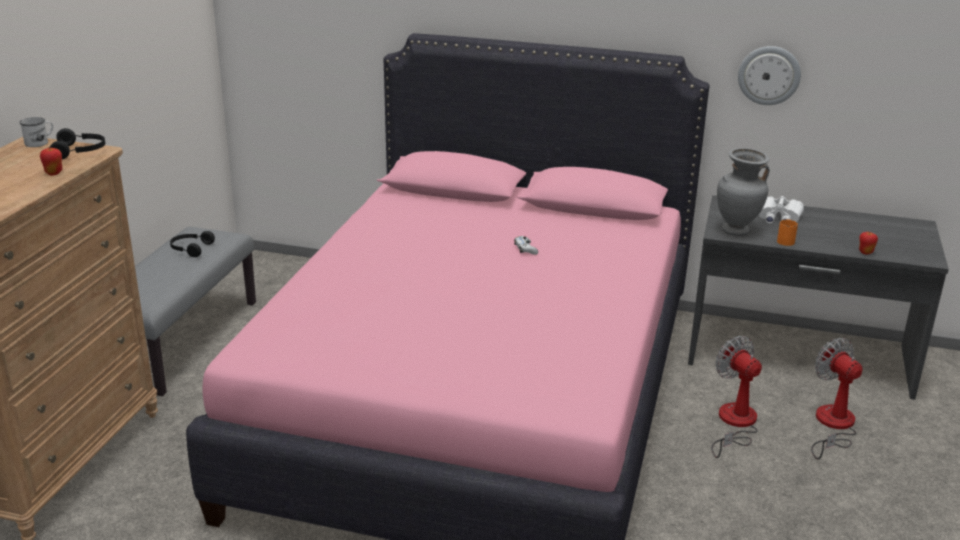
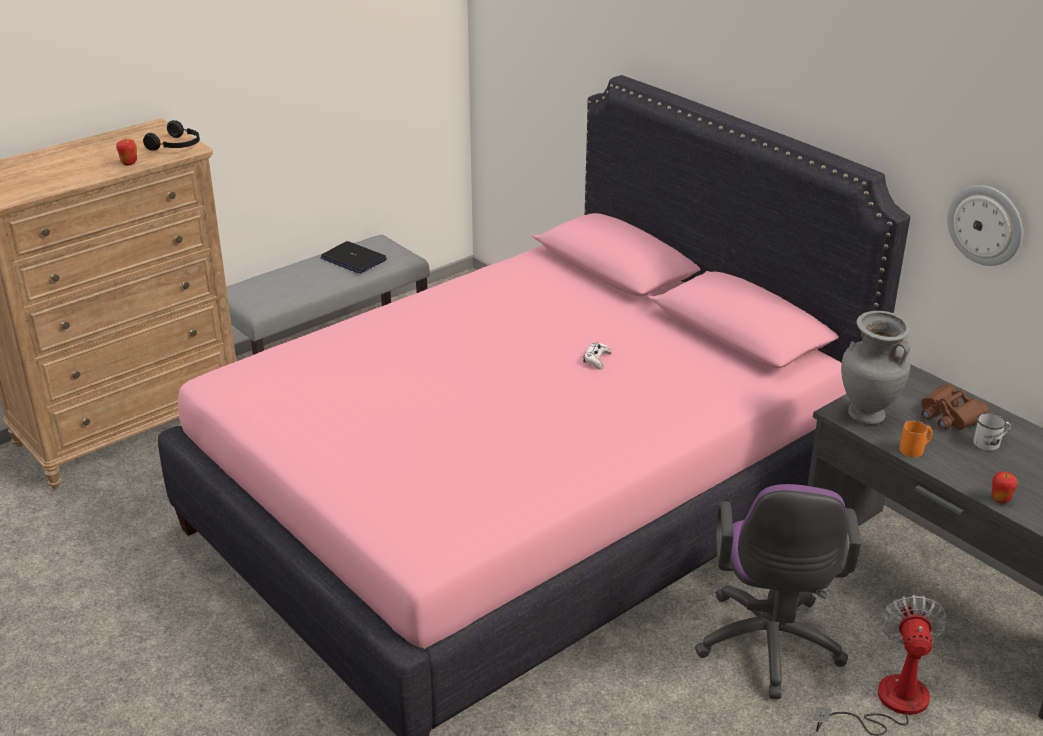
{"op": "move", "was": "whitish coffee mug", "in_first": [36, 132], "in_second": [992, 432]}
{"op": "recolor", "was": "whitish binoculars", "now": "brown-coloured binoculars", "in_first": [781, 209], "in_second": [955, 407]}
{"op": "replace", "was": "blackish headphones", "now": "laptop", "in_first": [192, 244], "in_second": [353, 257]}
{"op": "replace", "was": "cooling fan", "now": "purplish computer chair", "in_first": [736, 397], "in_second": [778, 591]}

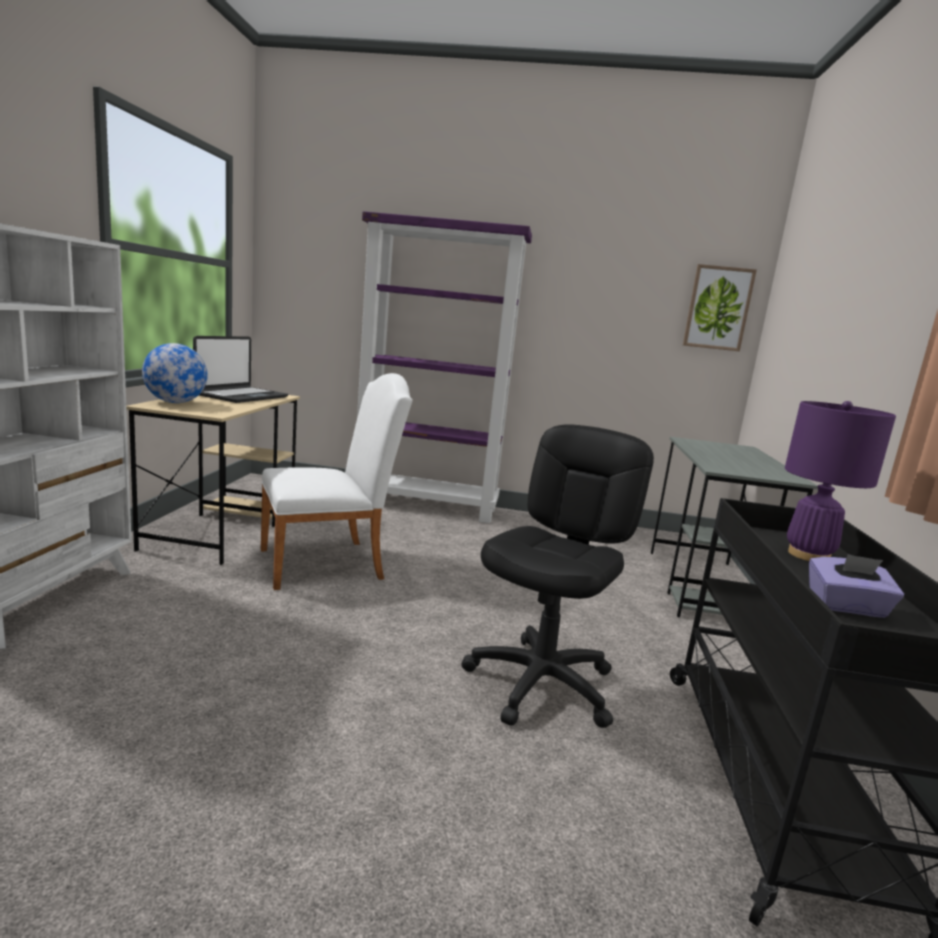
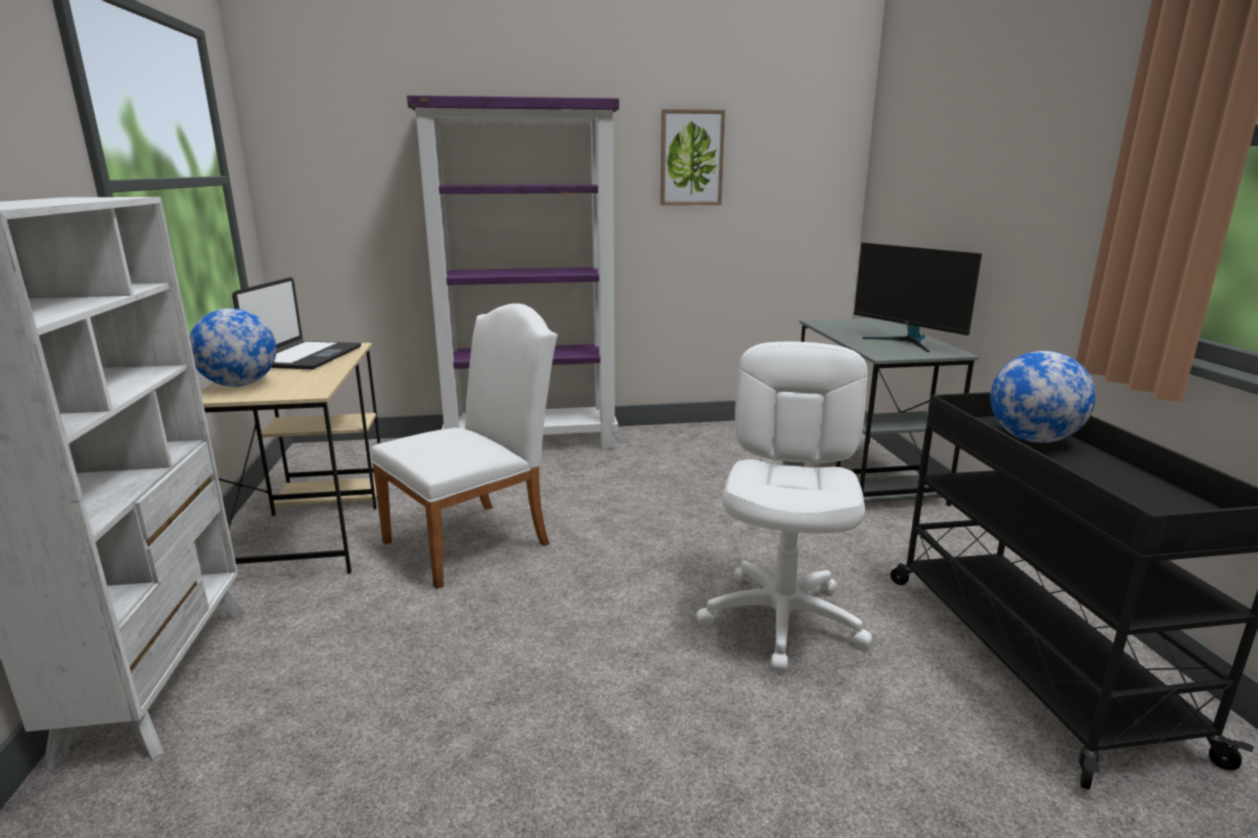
{"op": "move", "was": "wall picture", "in_first": [720, 307], "in_second": [692, 157]}
{"op": "replace", "was": "purplish table lamp", "now": "world globe", "in_first": [840, 481], "in_second": [1043, 397]}
{"op": "recolor", "was": "blackish computer chair", "now": "whitish computer chair", "in_first": [557, 576], "in_second": [784, 507]}
{"op": "delete", "was": "purplish tissue holder", "in_first": [856, 586]}
{"op": "insert", "now": "monitor", "in_second": [918, 297]}

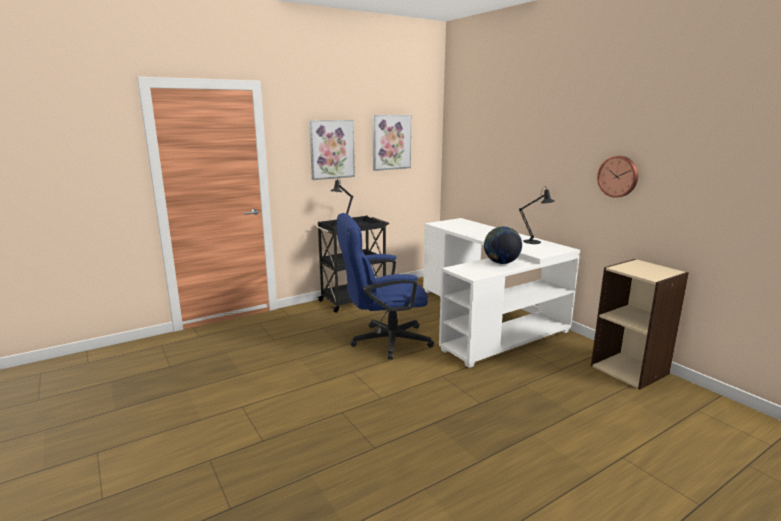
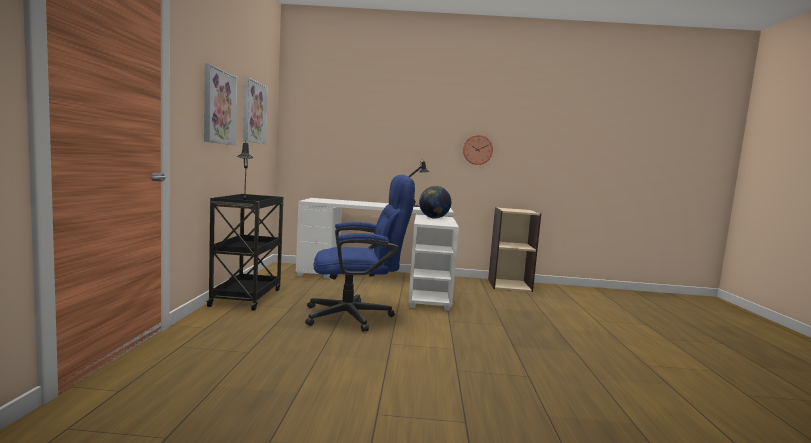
{"op": "rotate", "was": "bluish computer chair", "in_first": [385, 286], "in_second": [360, 253], "clockwise": -120}

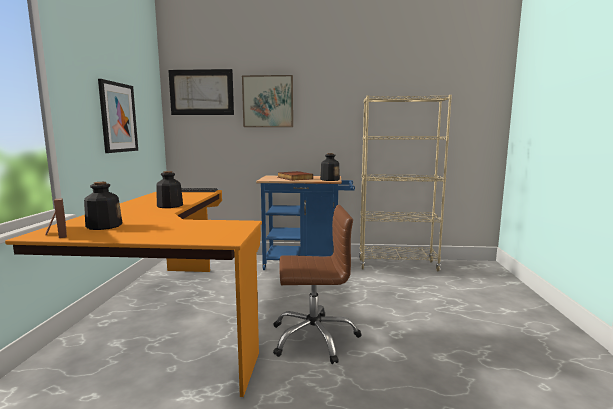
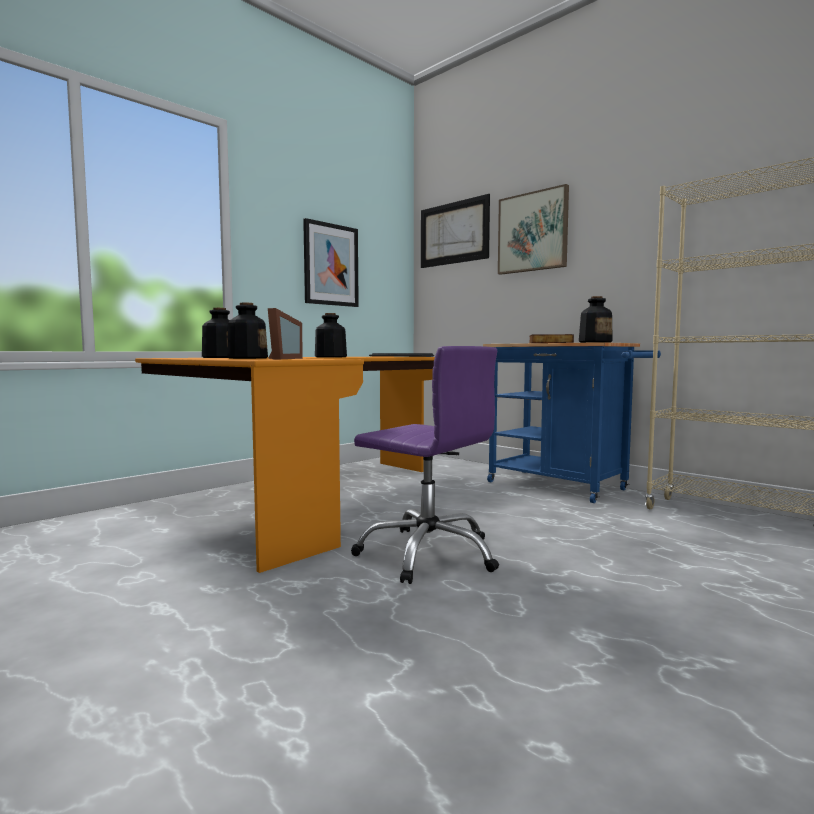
{"op": "move", "was": "picture frame", "in_first": [56, 218], "in_second": [285, 333]}
{"op": "recolor", "was": "brown-coloured computer chair", "now": "purplish computer chair", "in_first": [317, 284], "in_second": [425, 465]}
{"op": "insert", "now": "drink bottle", "in_second": [248, 331]}

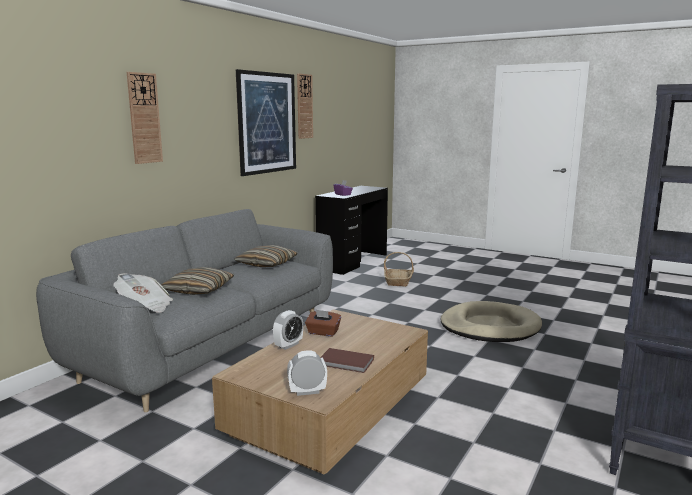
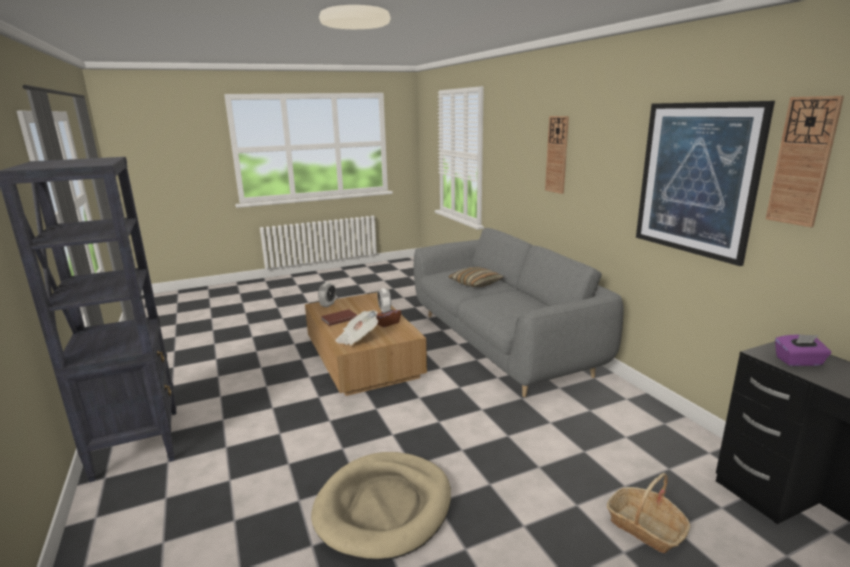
{"op": "delete", "was": "cushion", "in_first": [266, 256]}
{"op": "move", "was": "printed paper", "in_first": [143, 293], "in_second": [356, 328]}

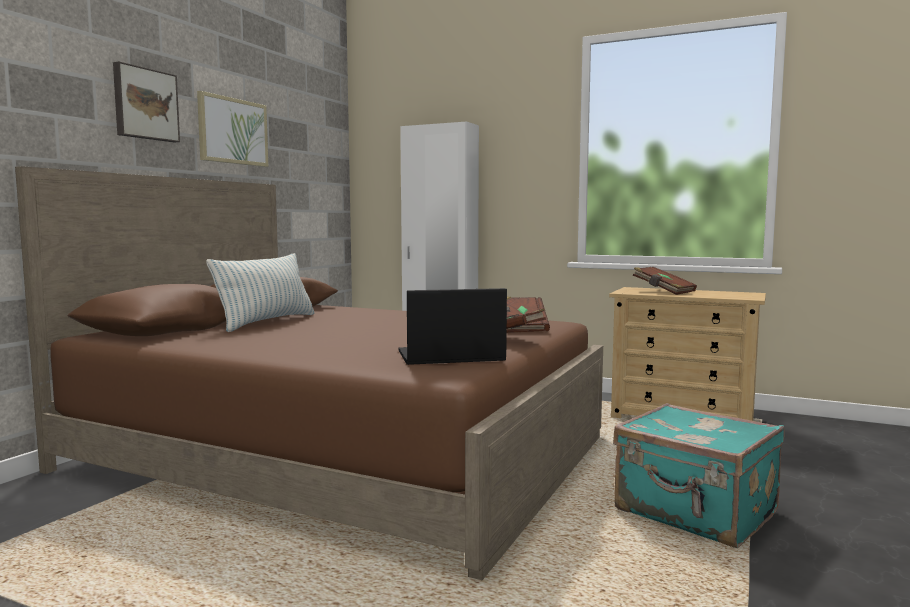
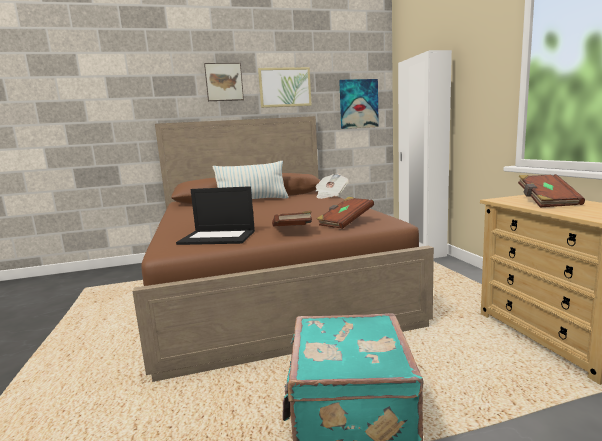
{"op": "rotate", "was": "laptop", "in_first": [453, 326], "in_second": [215, 215], "clockwise": 150}
{"op": "insert", "now": "wall picture", "in_second": [359, 104]}
{"op": "insert", "now": "printed paper", "in_second": [332, 186]}

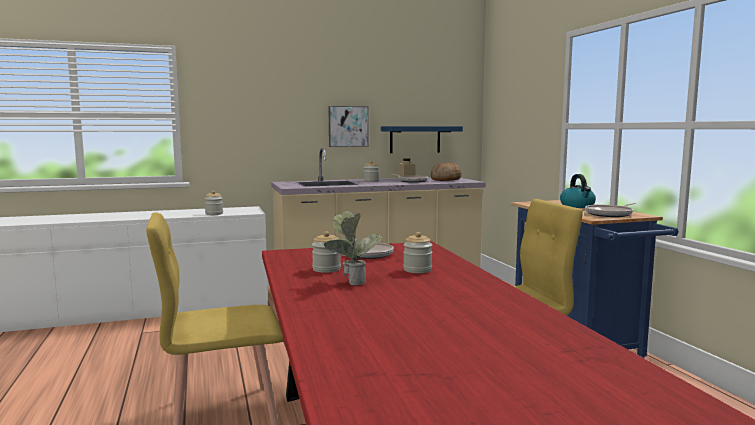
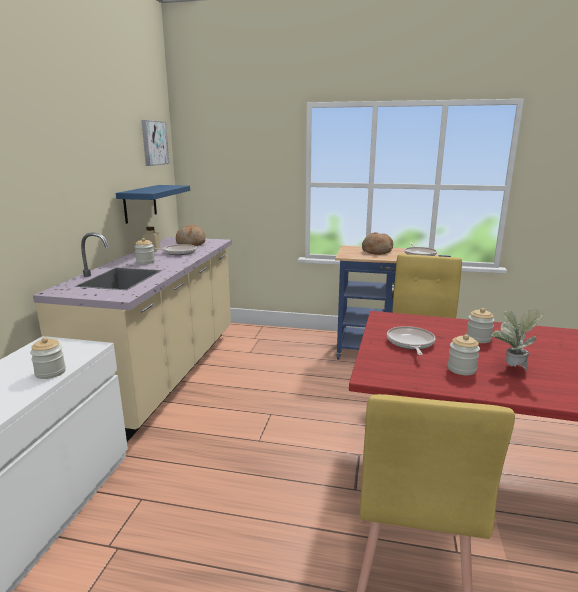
{"op": "move", "was": "wall picture", "in_first": [349, 126], "in_second": [155, 143]}
{"op": "replace", "was": "kettle", "now": "bakery bread", "in_first": [578, 191], "in_second": [377, 243]}

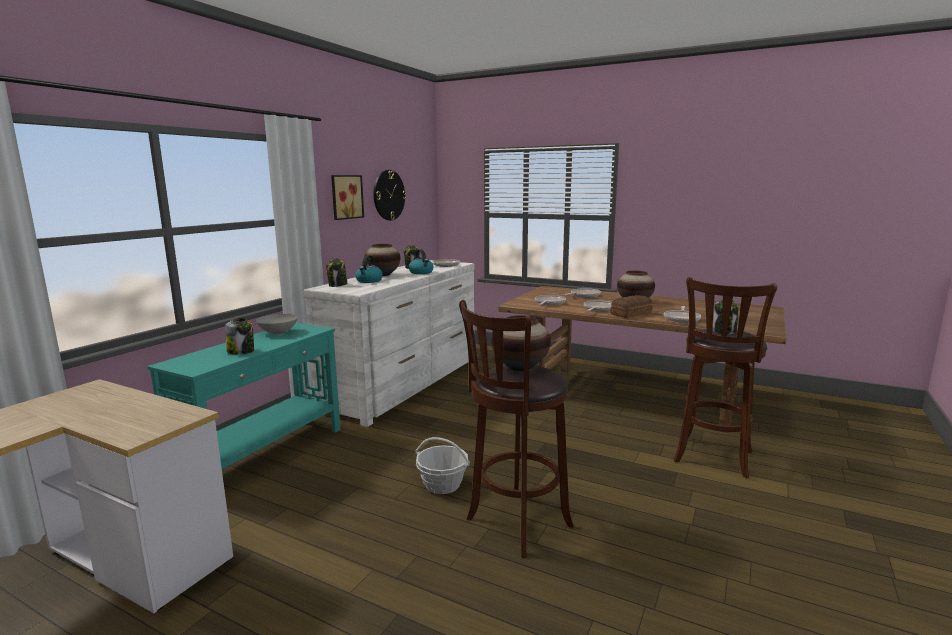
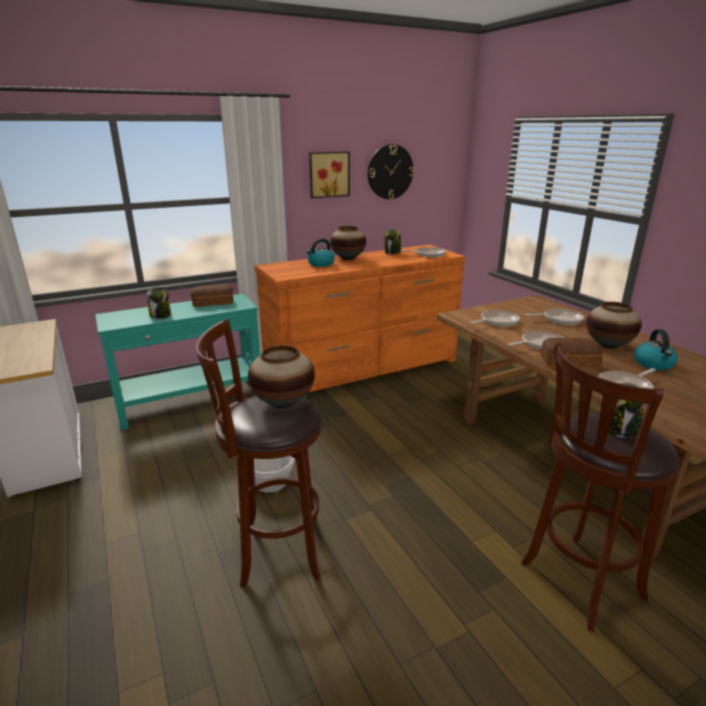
{"op": "move", "was": "kettle", "in_first": [421, 261], "in_second": [656, 349]}
{"op": "delete", "was": "jar", "in_first": [336, 272]}
{"op": "recolor", "was": "whitish dresser", "now": "orange dresser", "in_first": [389, 343], "in_second": [360, 318]}
{"op": "replace", "was": "grey bowl", "now": "bakery bread", "in_first": [277, 324], "in_second": [212, 295]}

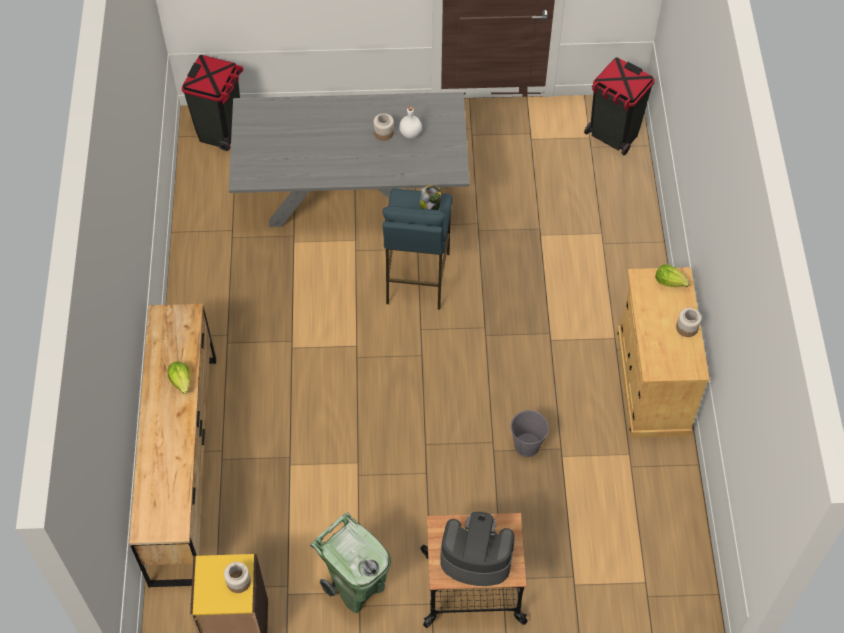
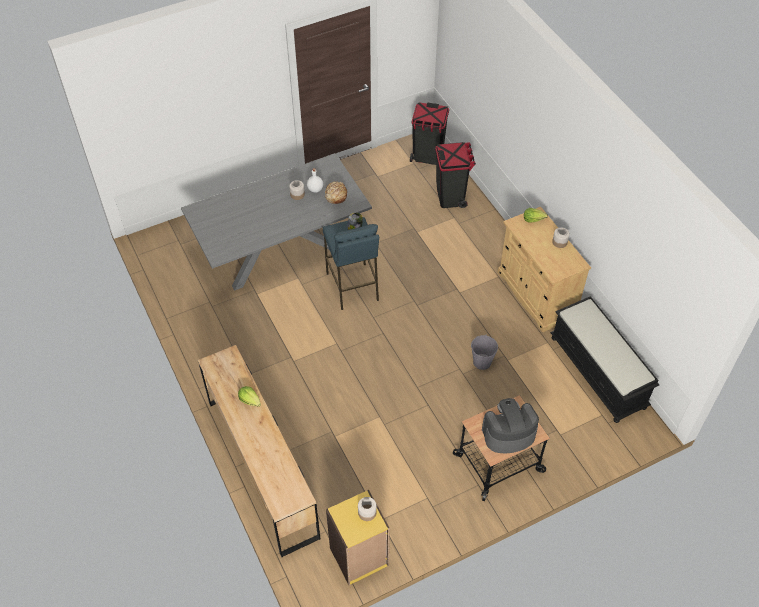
{"op": "move", "was": "blackish waste bin", "in_first": [213, 103], "in_second": [455, 175]}
{"op": "delete", "was": "greenish waste bin", "in_first": [350, 563]}
{"op": "insert", "now": "bakery bread", "in_second": [336, 192]}
{"op": "insert", "now": "blackish long seat", "in_second": [604, 359]}

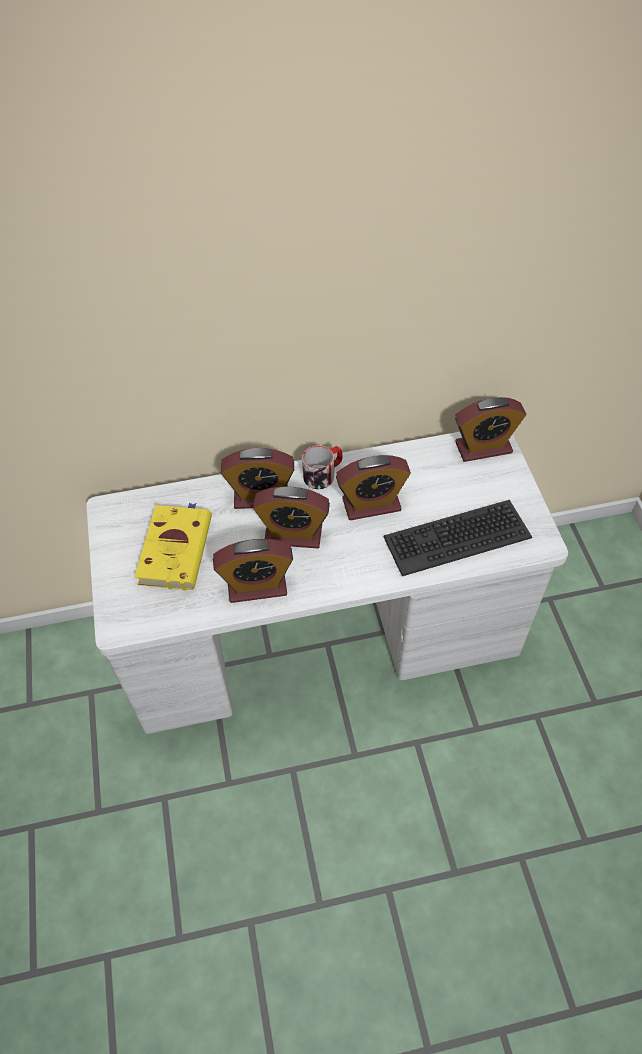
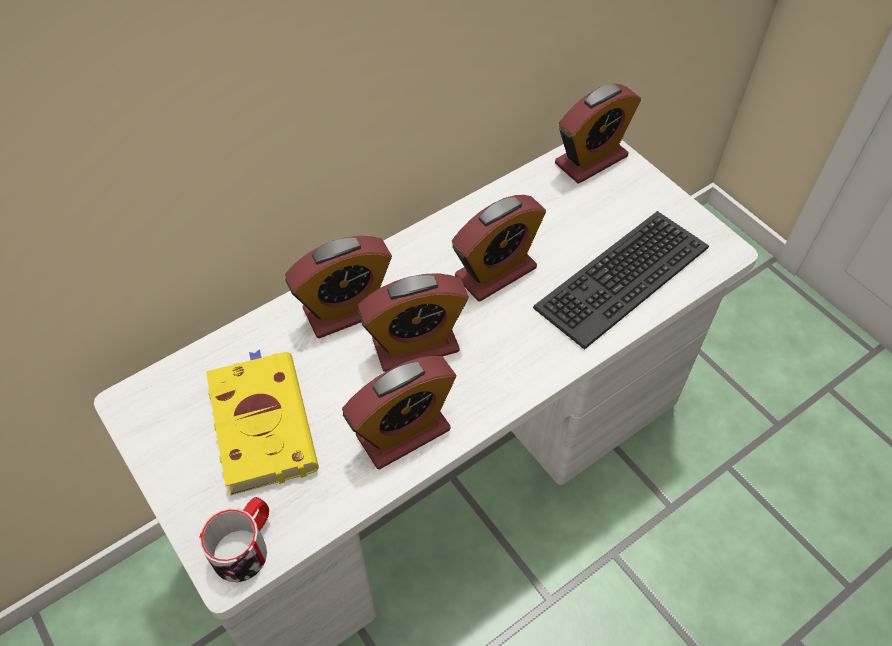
{"op": "move", "was": "coffee mug", "in_first": [322, 467], "in_second": [234, 539]}

